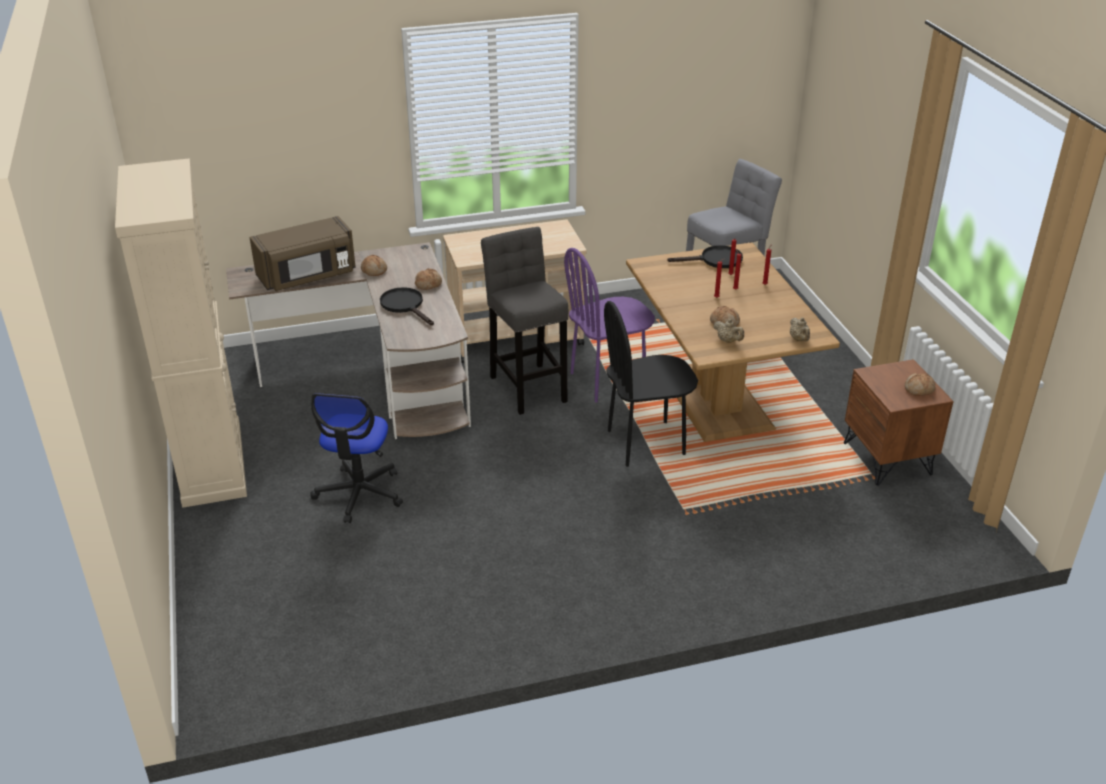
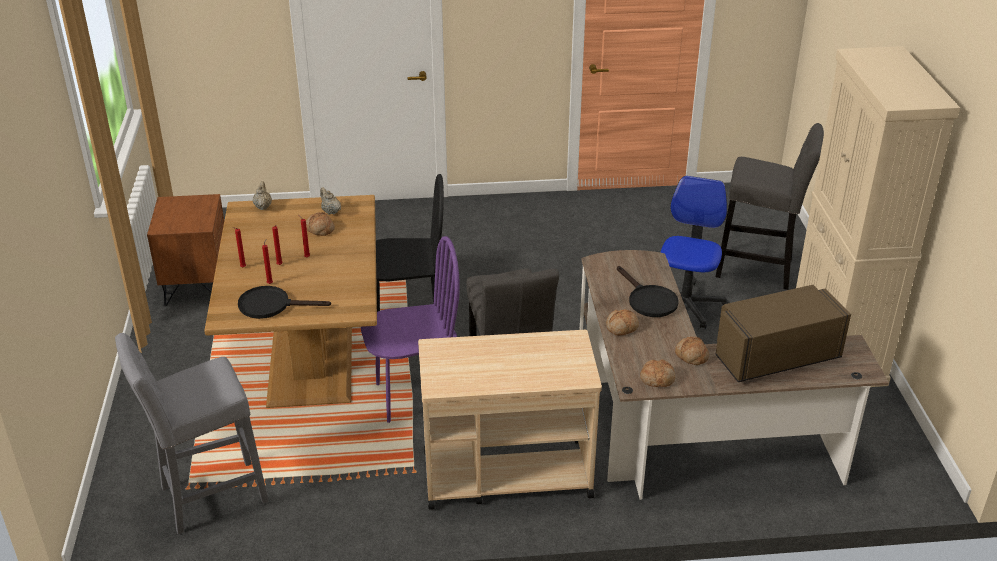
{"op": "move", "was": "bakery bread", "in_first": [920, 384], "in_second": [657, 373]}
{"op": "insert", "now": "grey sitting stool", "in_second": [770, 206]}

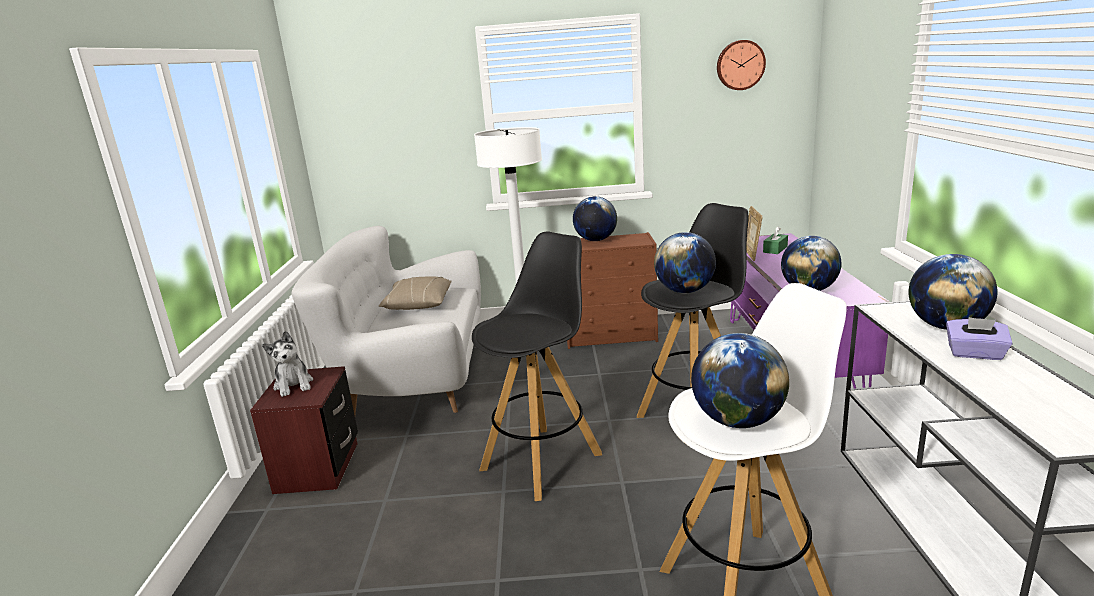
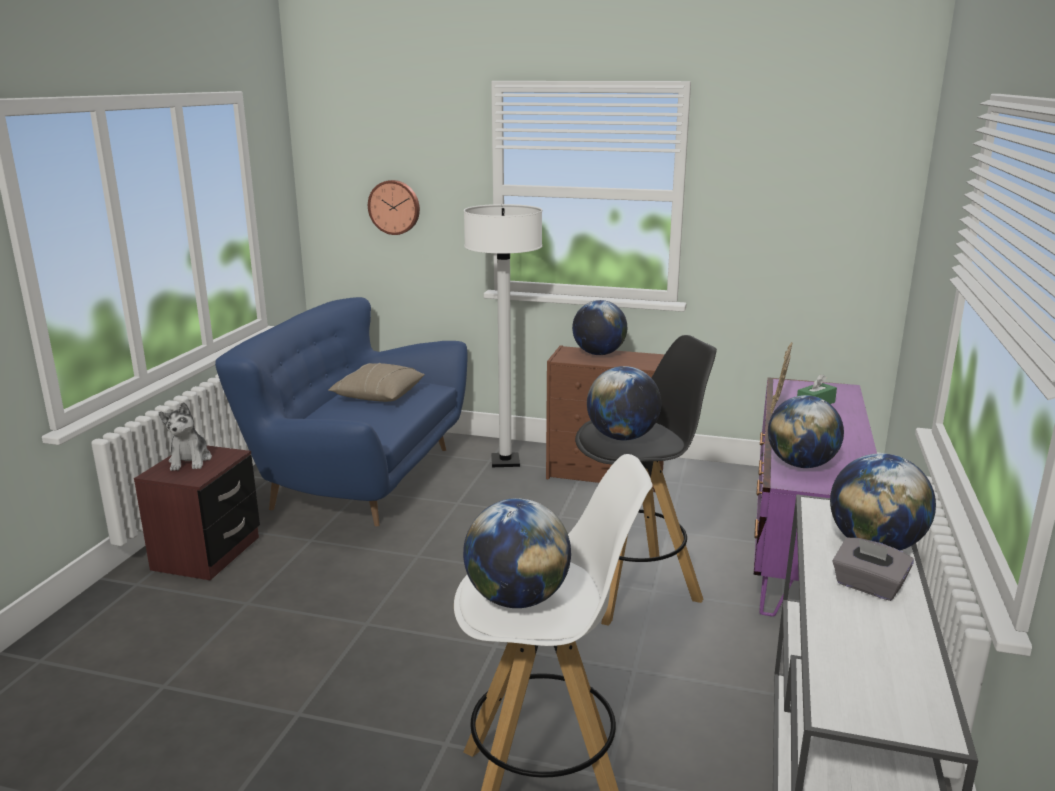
{"op": "move", "was": "wall clock", "in_first": [741, 65], "in_second": [394, 207]}
{"op": "recolor", "was": "whitish settee", "now": "bluish settee", "in_first": [386, 320], "in_second": [341, 411]}
{"op": "delete", "was": "blackish sitting stool", "in_first": [537, 366]}
{"op": "recolor", "was": "purplish tissue holder", "now": "grey tissue holder", "in_first": [979, 338], "in_second": [873, 569]}

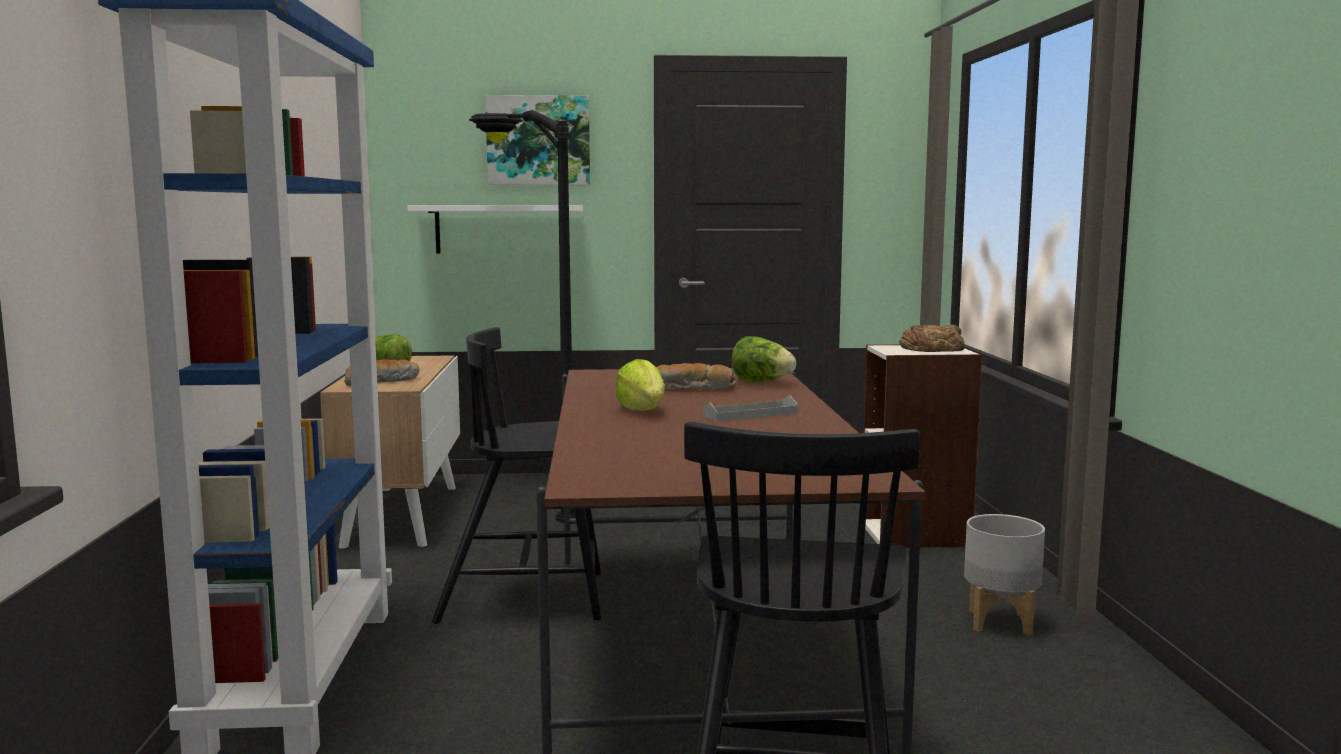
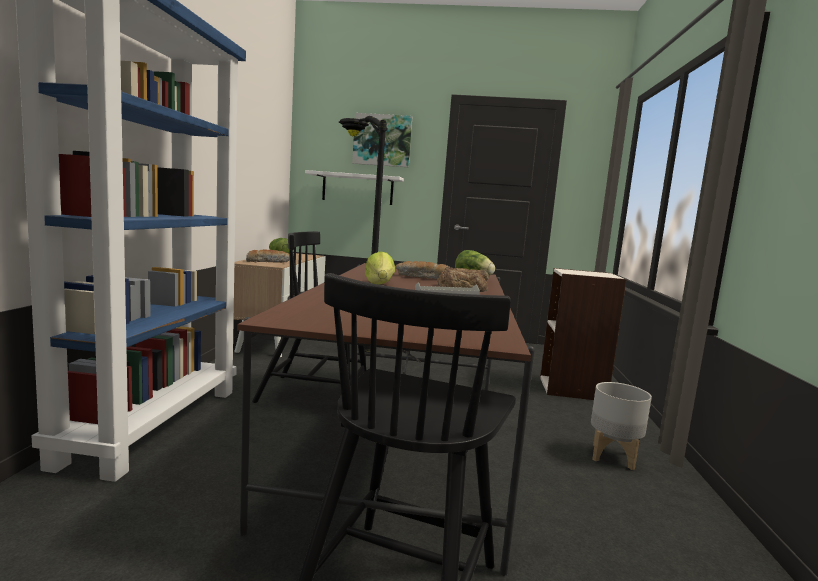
{"op": "move", "was": "bakery bread", "in_first": [931, 338], "in_second": [463, 279]}

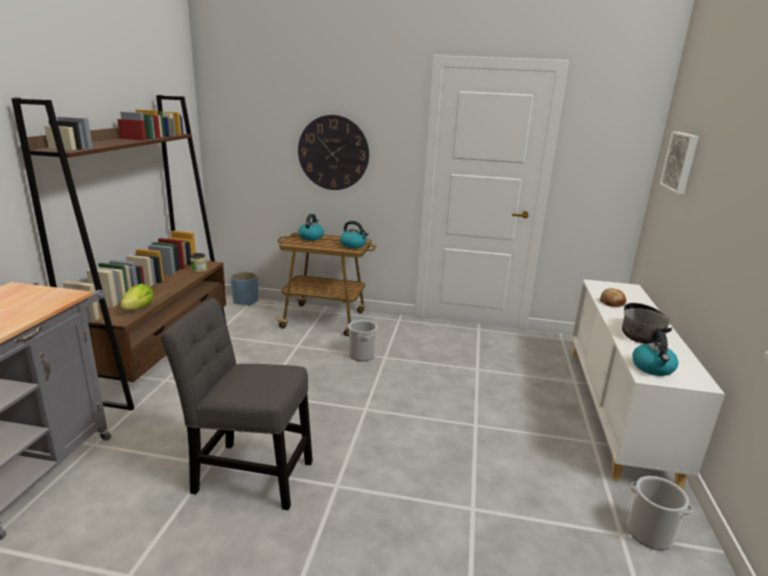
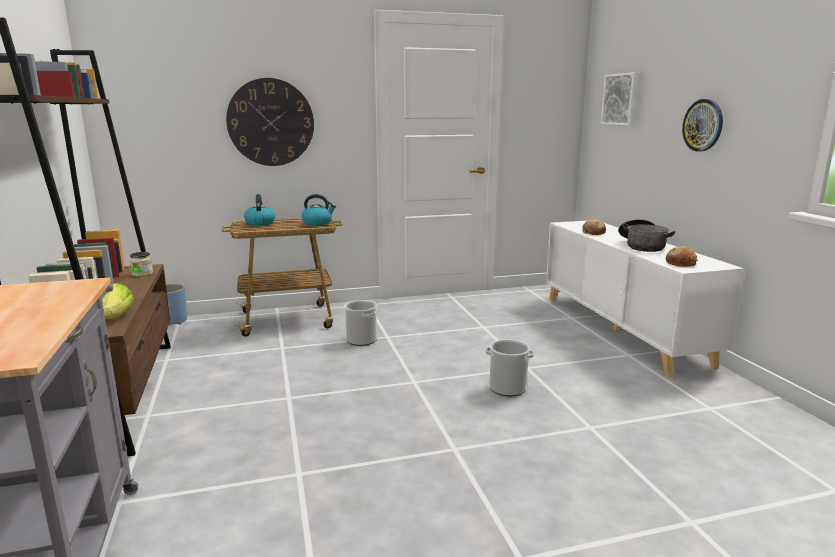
{"op": "delete", "was": "grey chair", "in_first": [237, 404]}
{"op": "replace", "was": "kettle", "now": "bakery bread", "in_first": [655, 353], "in_second": [682, 256]}
{"op": "move", "was": "bucket", "in_first": [660, 513], "in_second": [510, 367]}
{"op": "insert", "now": "wall clock", "in_second": [702, 125]}

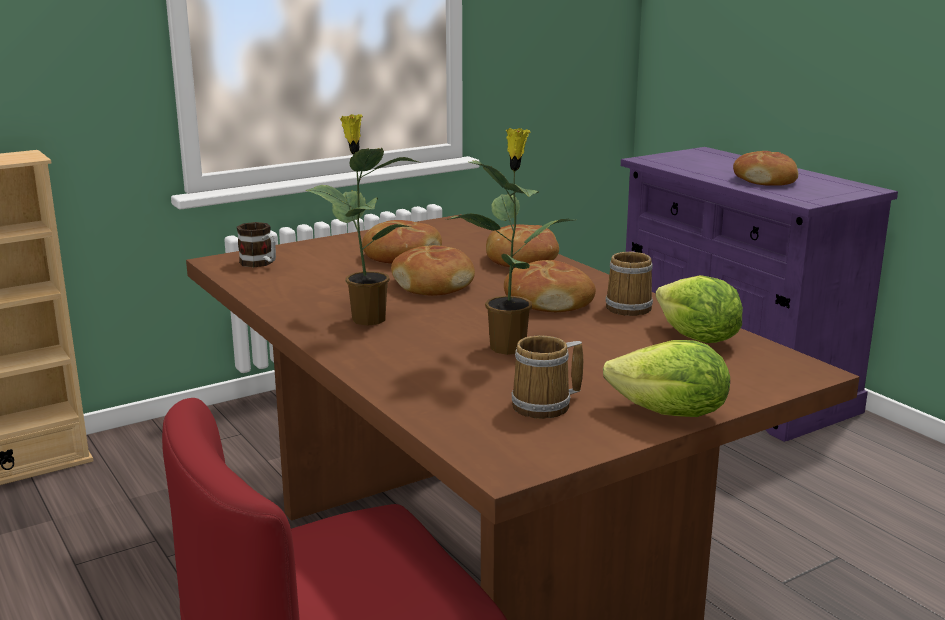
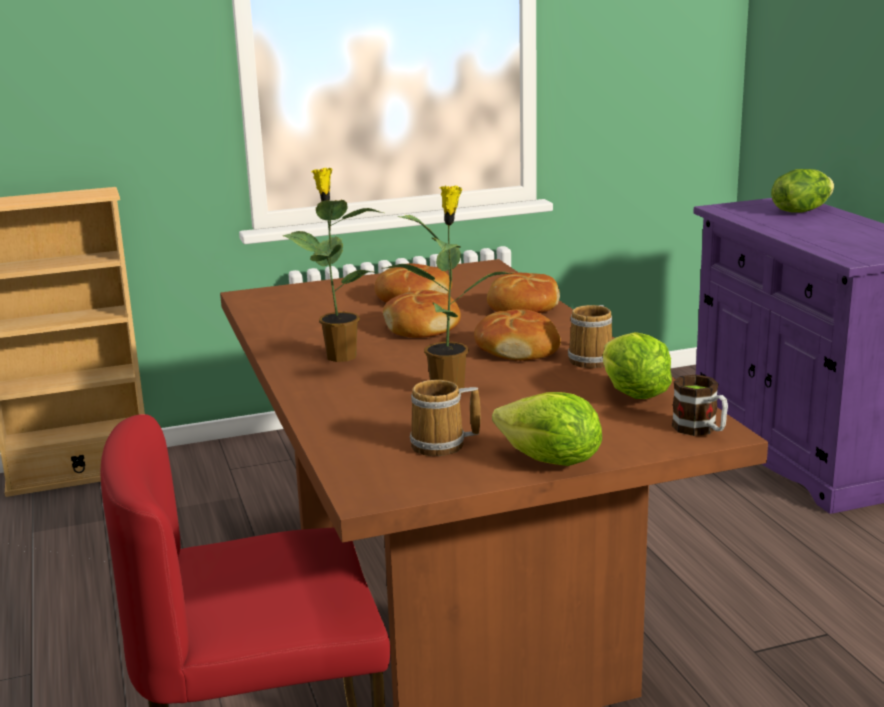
{"op": "delete", "was": "bakery bread", "in_first": [765, 168]}
{"op": "move", "was": "coffee mug", "in_first": [256, 244], "in_second": [700, 405]}
{"op": "insert", "now": "head of lettuce", "in_second": [802, 191]}

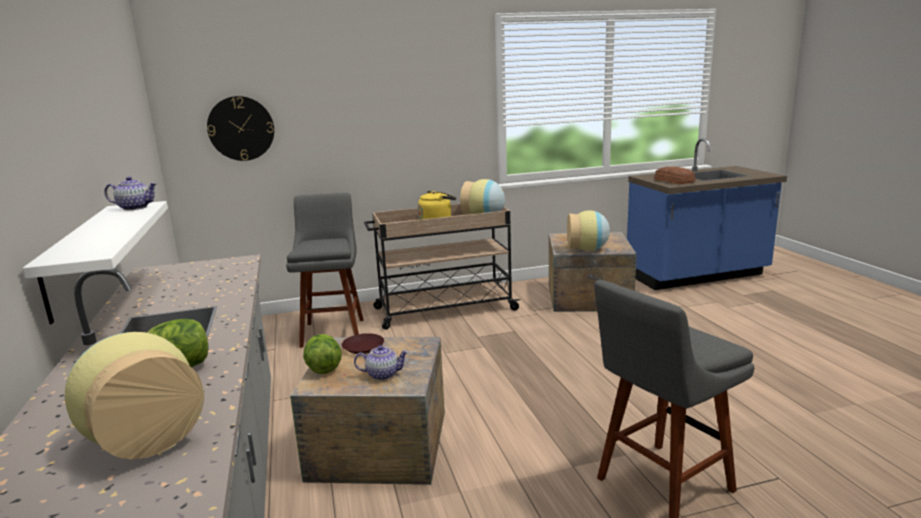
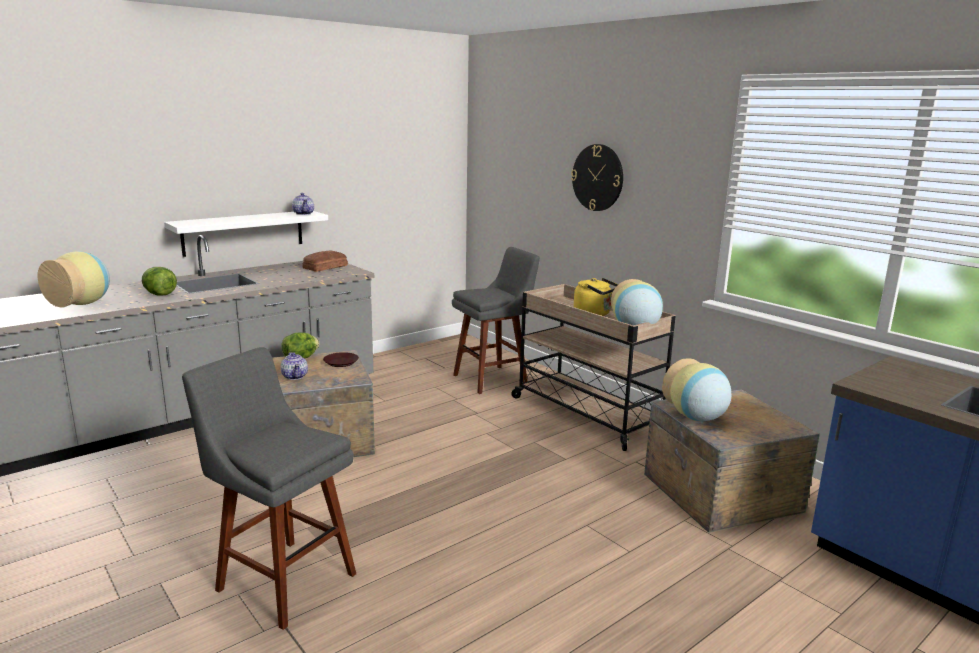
{"op": "move", "was": "wall clock", "in_first": [240, 128], "in_second": [597, 177]}
{"op": "move", "was": "bakery bread", "in_first": [674, 175], "in_second": [325, 261]}

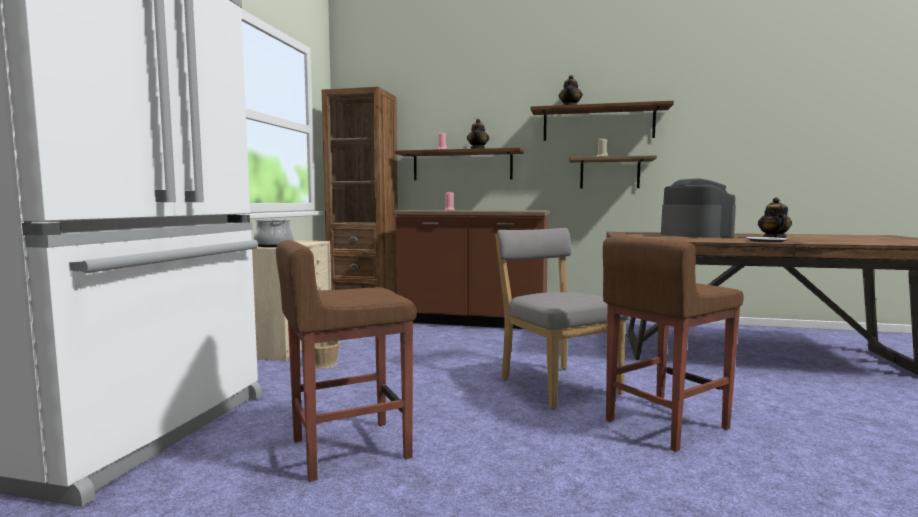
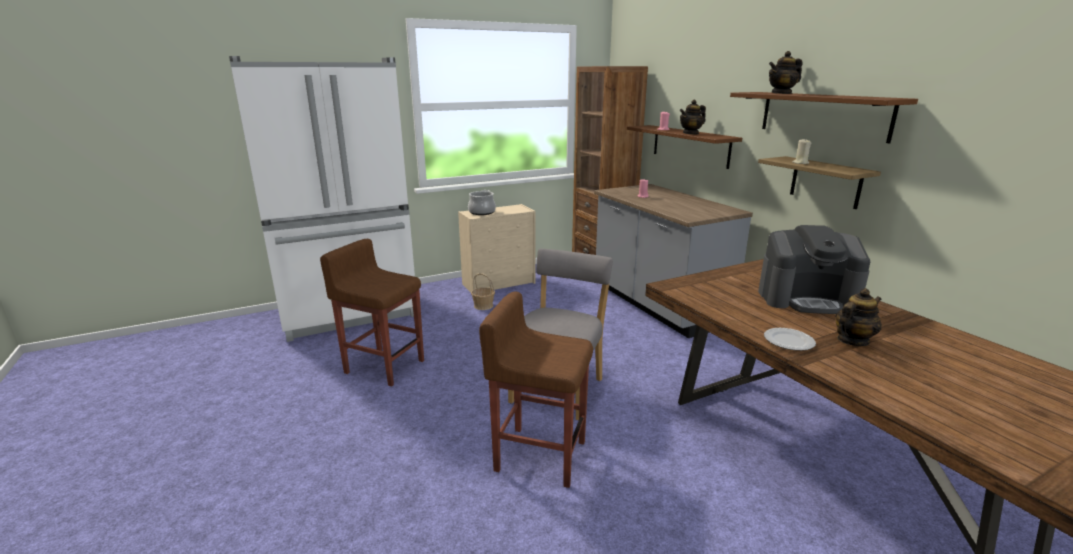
{"op": "rotate", "was": "coffee maker", "in_first": [698, 208], "in_second": [814, 269], "clockwise": 60}
{"op": "recolor", "was": "brown-coloured counter", "now": "grey counter", "in_first": [471, 269], "in_second": [673, 261]}

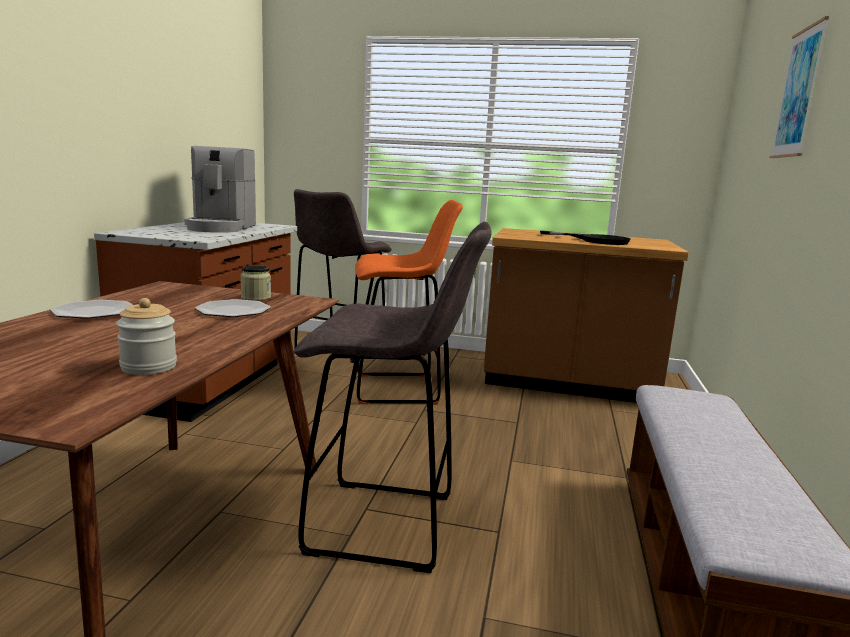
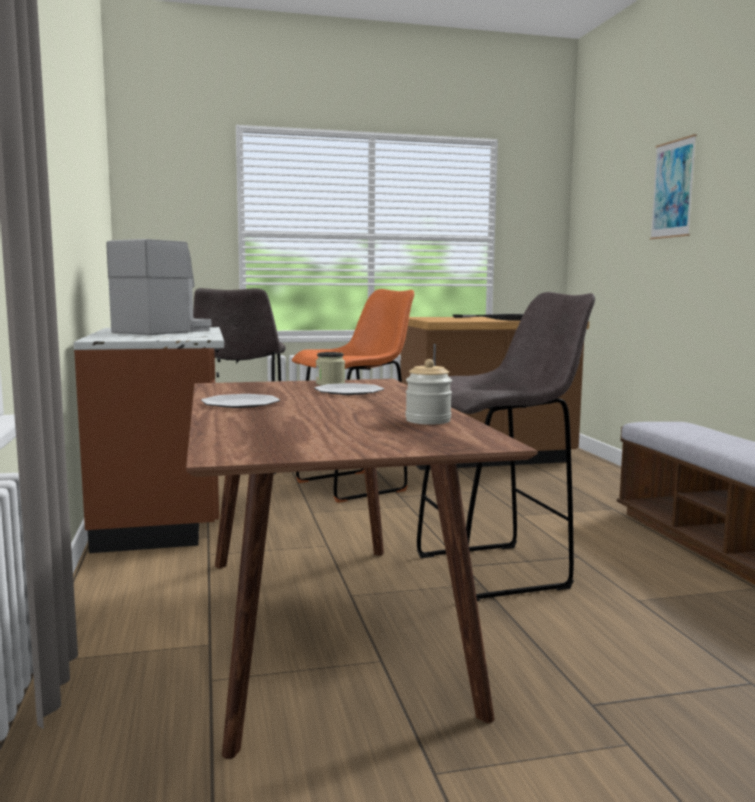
{"op": "rotate", "was": "coffee maker", "in_first": [220, 189], "in_second": [158, 287], "clockwise": -120}

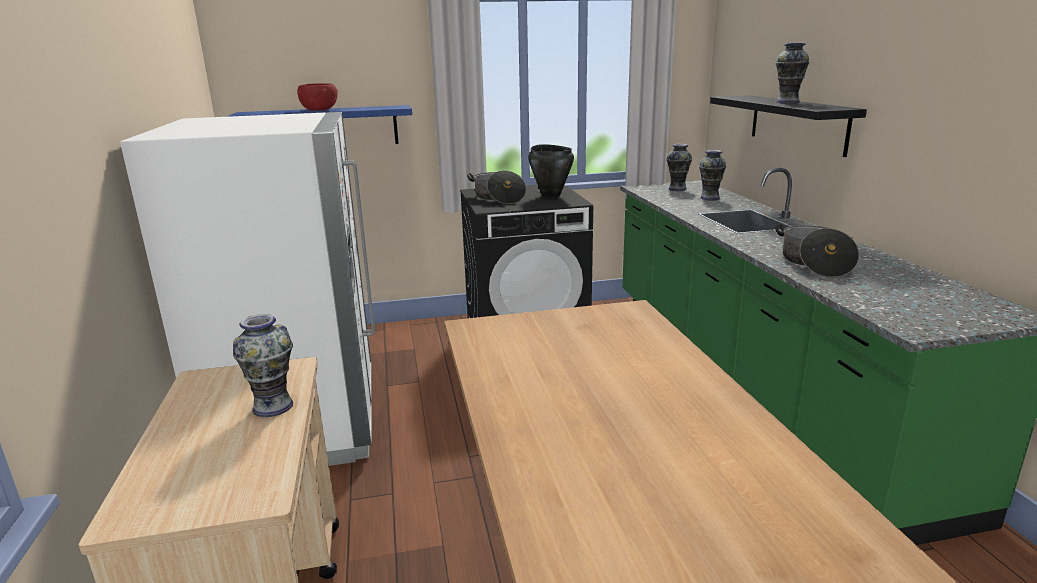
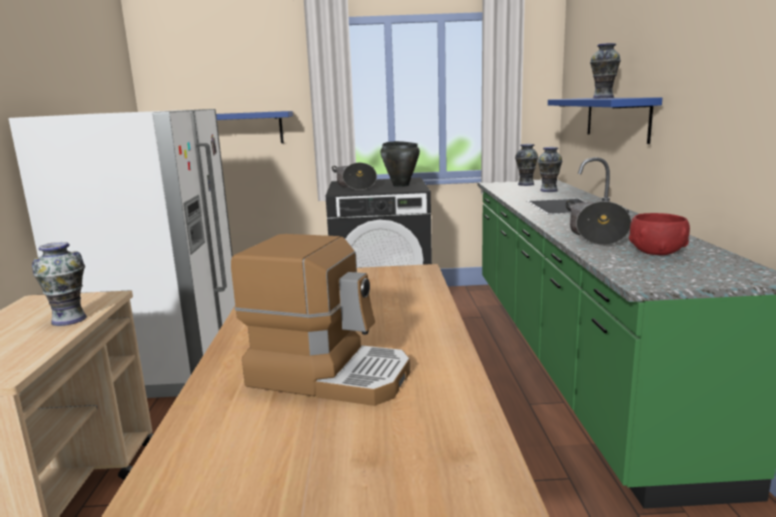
{"op": "move", "was": "red-coloured bowl", "in_first": [317, 97], "in_second": [659, 234]}
{"op": "recolor", "was": "blackish shelf", "now": "bluish shelf", "in_first": [788, 126], "in_second": [605, 120]}
{"op": "insert", "now": "coffee maker", "in_second": [320, 320]}

